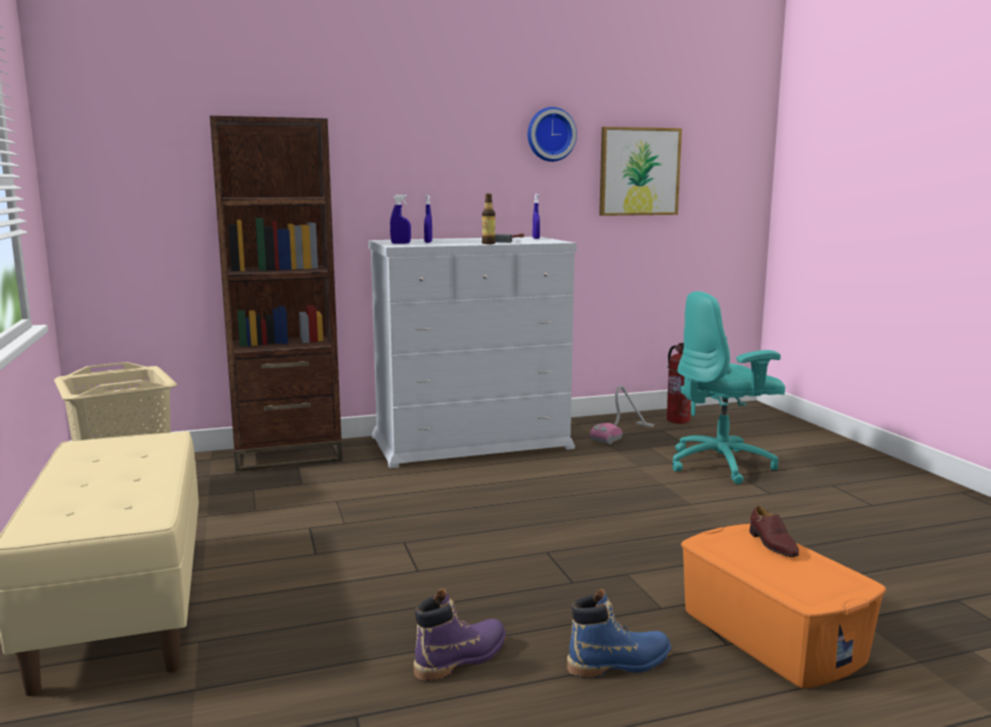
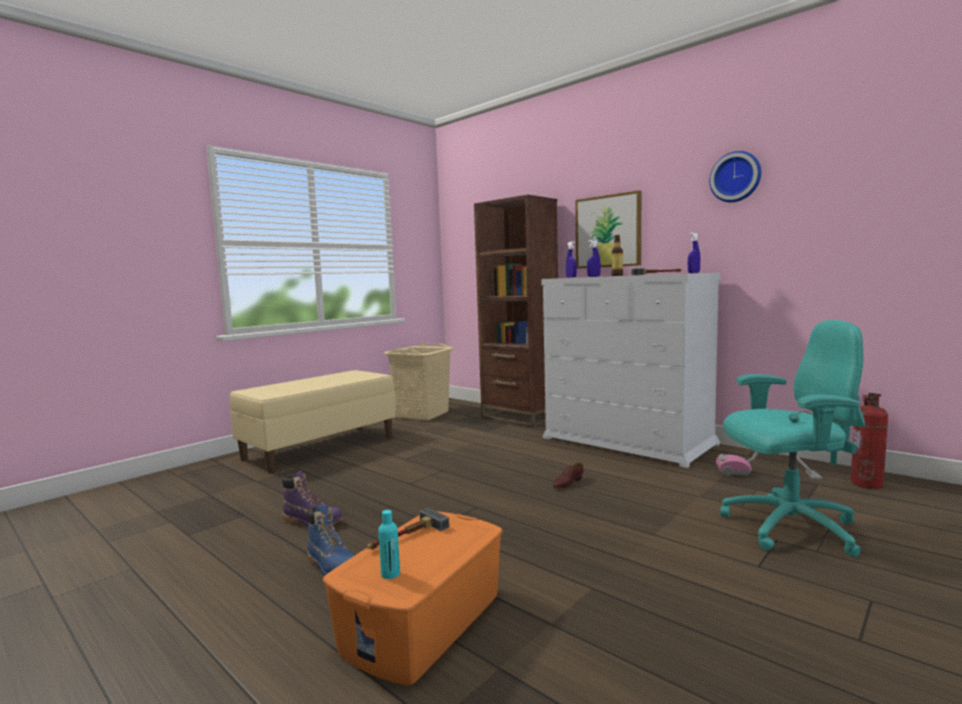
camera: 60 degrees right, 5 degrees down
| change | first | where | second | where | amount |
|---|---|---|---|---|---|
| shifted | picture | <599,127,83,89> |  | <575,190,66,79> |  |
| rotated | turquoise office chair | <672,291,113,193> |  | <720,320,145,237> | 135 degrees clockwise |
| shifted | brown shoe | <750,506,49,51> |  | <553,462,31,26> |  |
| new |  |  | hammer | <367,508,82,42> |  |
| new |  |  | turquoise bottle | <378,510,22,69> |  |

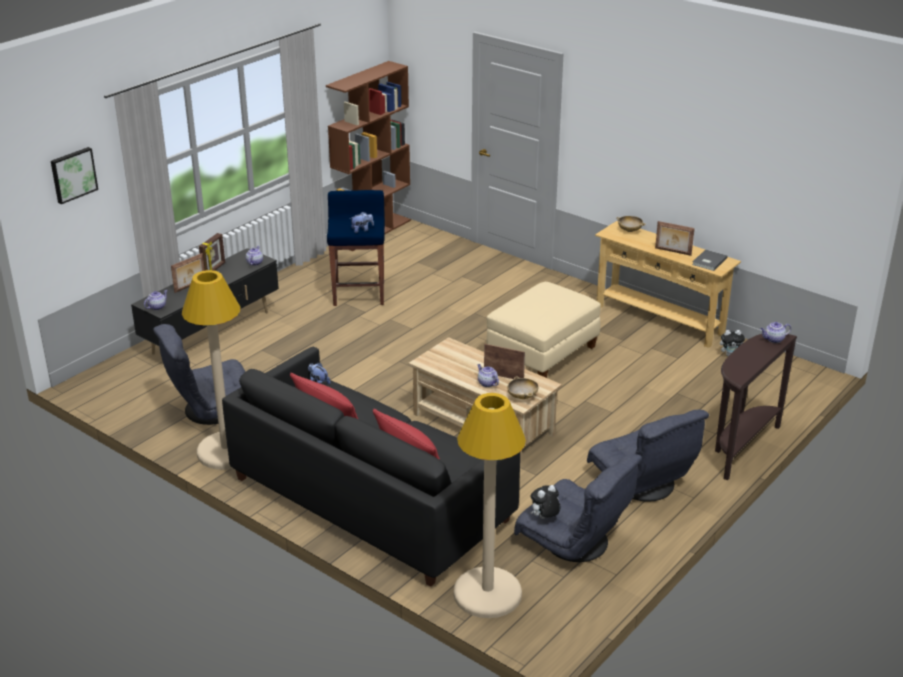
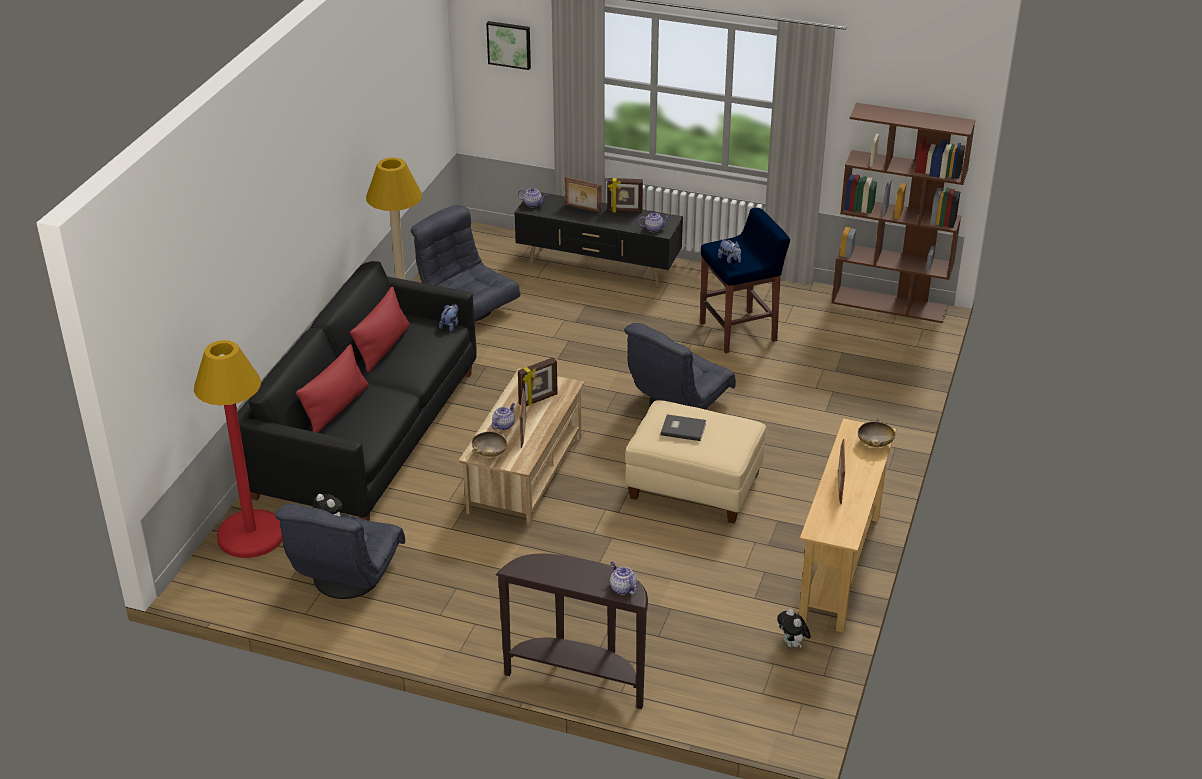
camera: 70 degrees right, 5 degrees up
| change | first | where | second | where | amount |
|---|---|---|---|---|---|
| repainted | beige floor lamp | <453,393,73,225> | red floor lamp | <194,340,89,218> |  |
| shifted | grey armchair | <587,410,122,92> |  | <624,323,112,87> |  |
| shifted | grey book | <692,249,36,22> |  | <661,414,45,27> |  |
| new |  |  | picture frame | <518,358,40,48> |  |

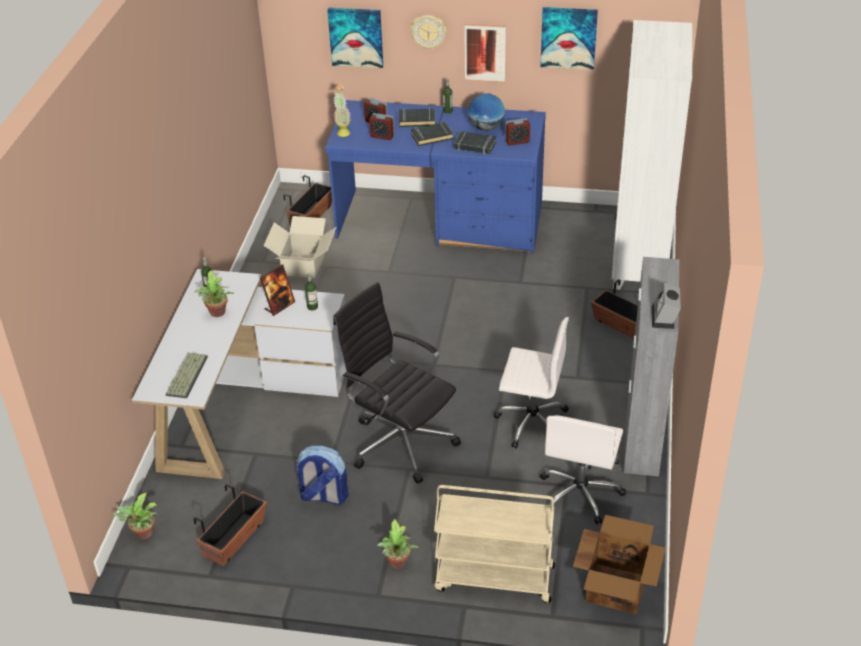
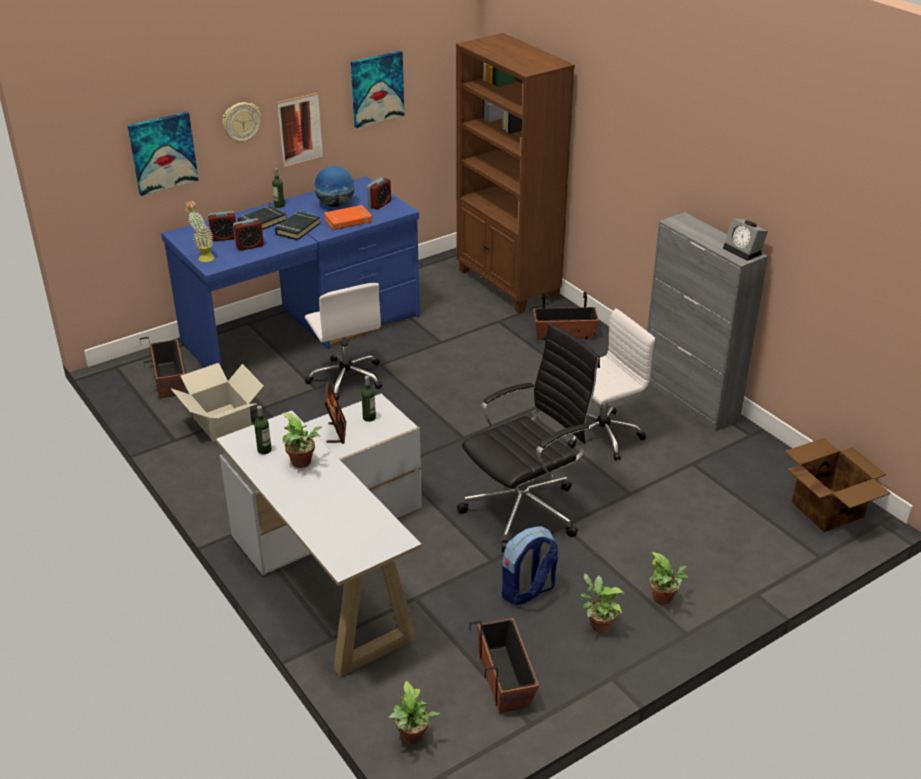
camera: 45 degrees left, 5 degrees down
| change | first | where | second | where | amount |
|---|---|---|---|---|---|
| gone | keyboard | <165,352,43,46> |  |  |  |
| rotated | black office chair | <333,282,128,202> |  | <457,323,143,229> | 150 degrees clockwise |
| gone | beige cart | <434,485,121,118> |  |  |  |
| repainted | black book | <454,131,42,23> | orange book | <324,205,48,25> |  |
| shifted | white office chair | <540,415,86,109> |  | <305,283,77,117> |  |
| repainted | white bookcase | <612,20,80,270> | brown bookcase | <456,33,119,280> |  |
| new |  |  | potted plant | <581,574,44,59> |  |

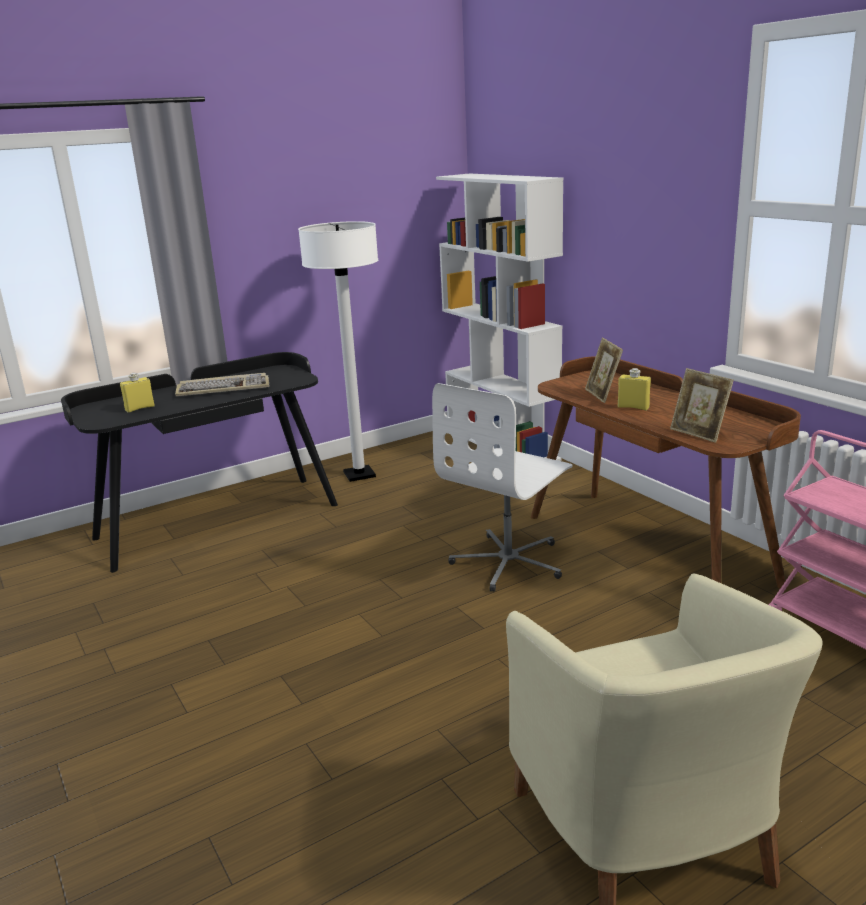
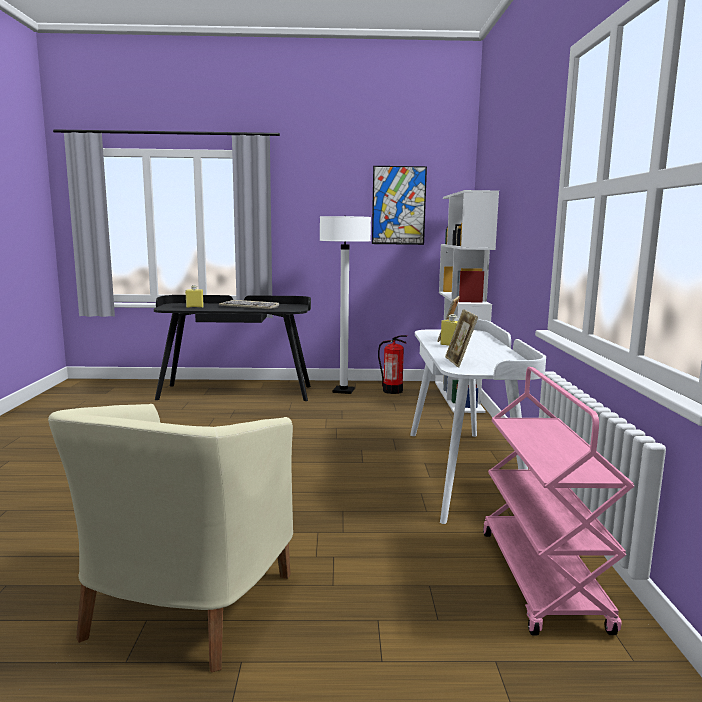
camera: 30 degrees right, 10 degrees down
| change | first | where | second | where | amount |
|---|---|---|---|---|---|
| gone | white office chair | <432,383,141,209> |  |  |  |
| repainted | brown desk | <531,356,270,232> | white desk | <410,319,136,205> |  |
| new |  |  | picture | <372,166,55,79> |  |
| new |  |  | fire extinguisher | <378,335,29,59> |  |

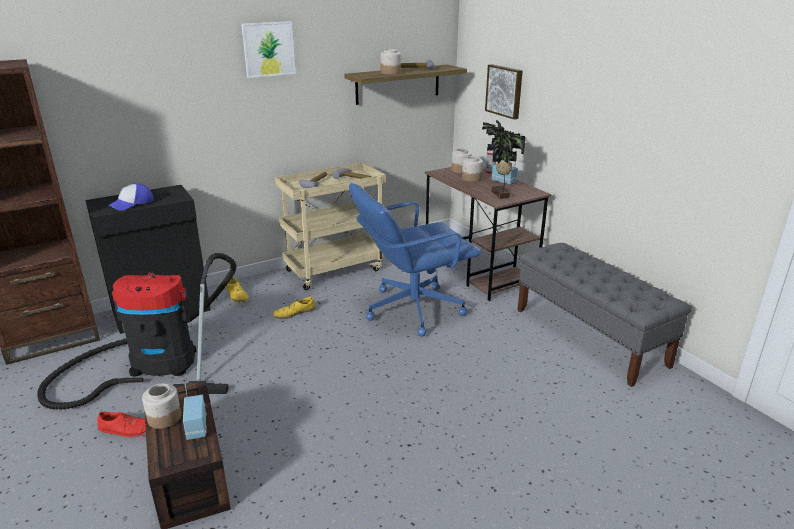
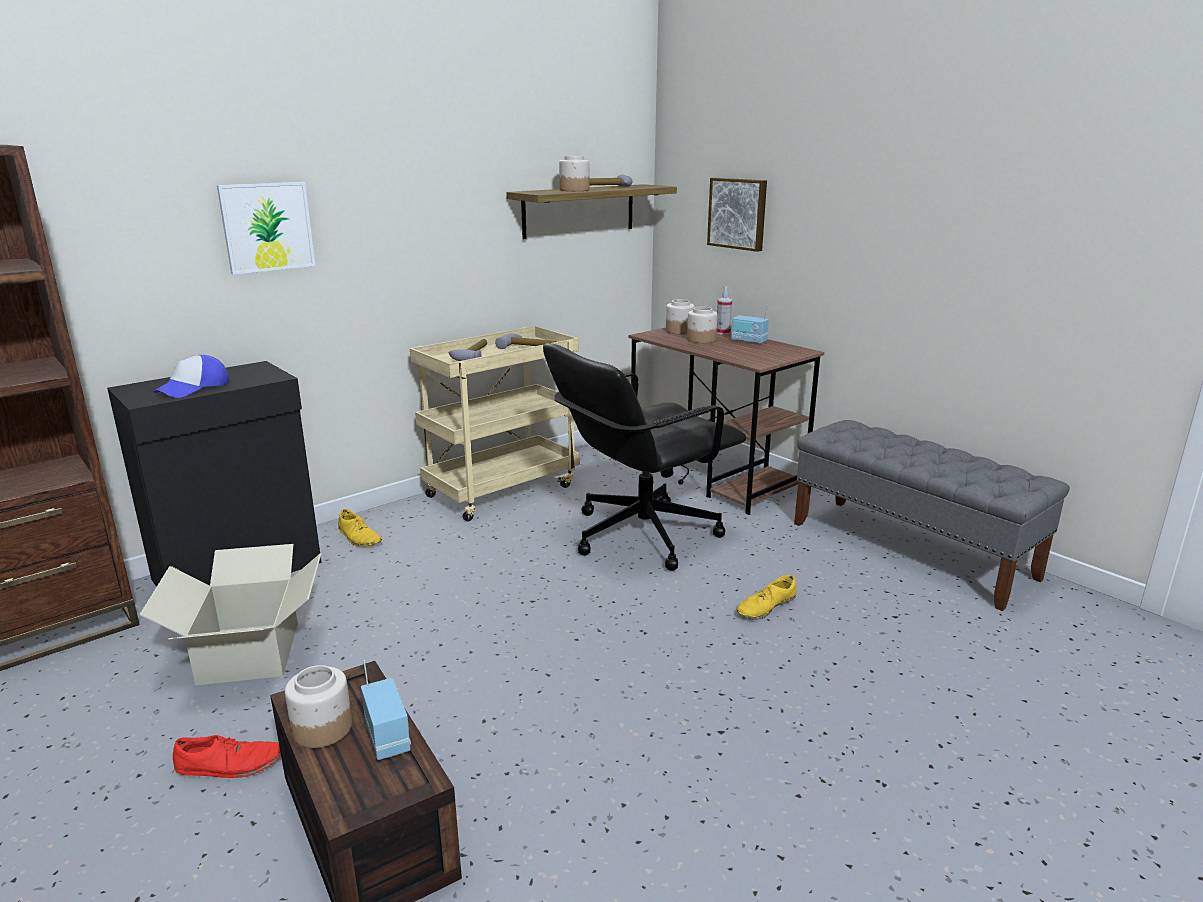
camera: 10 degrees left, 5 degrees down
| change | first | where | second | where | amount |
|---|---|---|---|---|---|
| swapped | vacuum cleaner | <37,253,199,157> | cardboard box | <139,544,182,142> |  |
| shifted | picture | <241,21,55,57> |  | <217,182,99,92> |  |
| shifted | yellow shoe | <273,297,42,22> |  | <736,575,60,45> |  |
| repainted | blue office chair | <349,183,132,154> | black office chair | <543,343,203,228> |  |
| gone | potted plant | <482,120,43,79> |  |  |  |

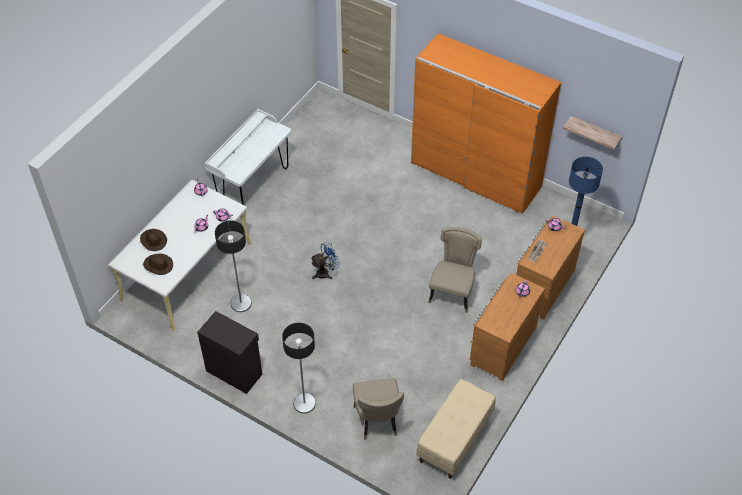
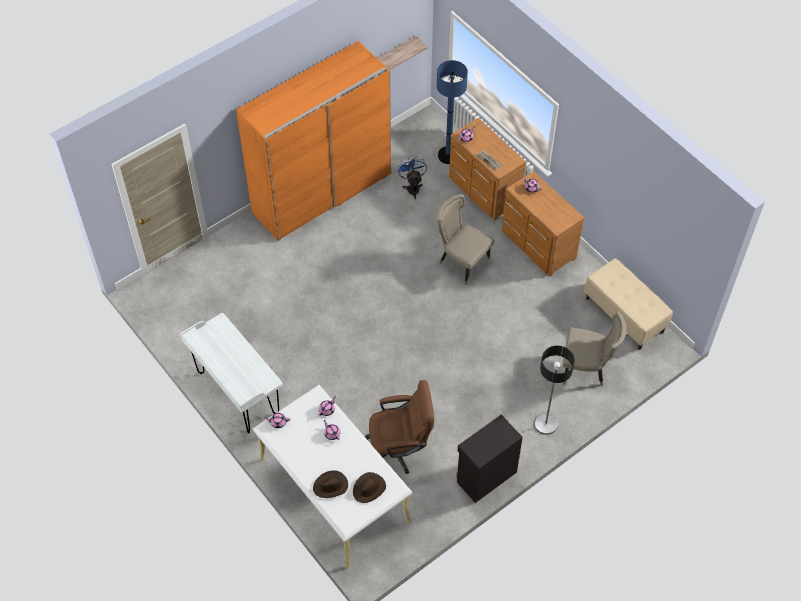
camera: 70 degrees left, 5 degrees up
| change | first | where | second | where | amount |
|---|---|---|---|---|---|
| swapped | floor lamp | <215,220,37,92> | brown office chair | <365,380,69,94> |  |
| shifted | blue fan | <311,242,29,37> |  | <398,156,29,43> |  |

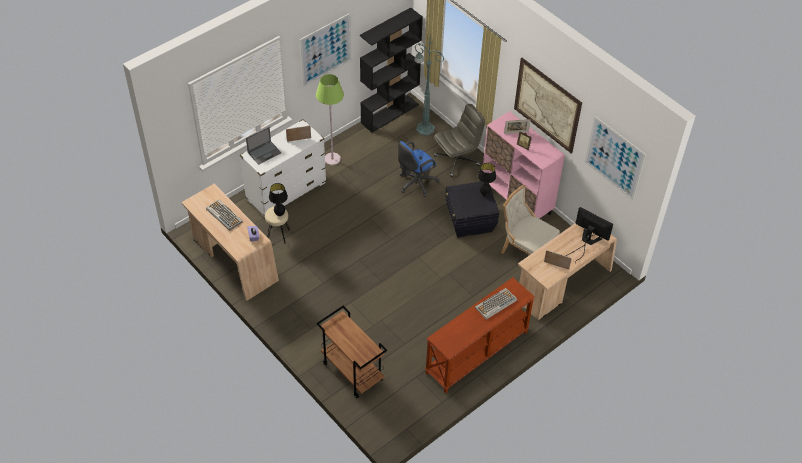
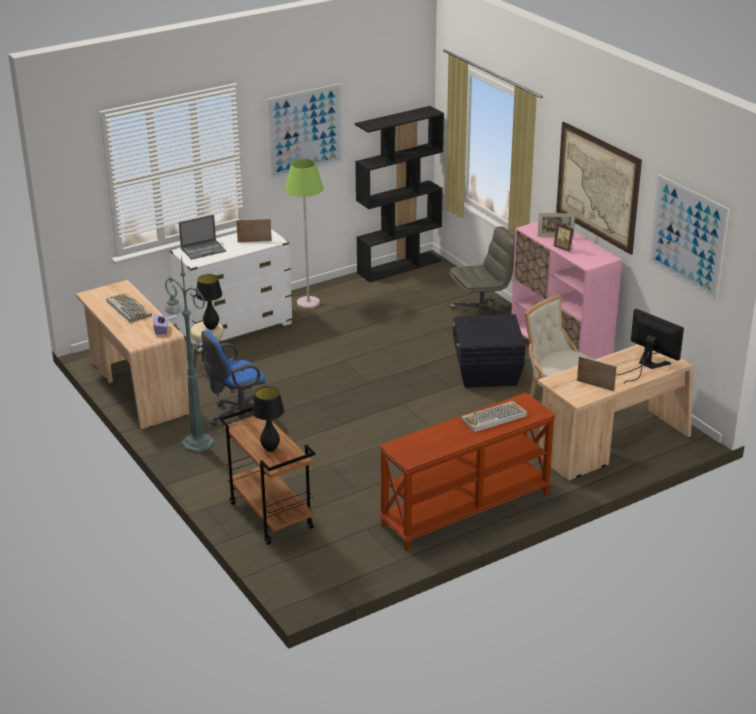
camera: 10 degrees right, 20 degrees down
| change | first | where | second | where | amount |
|---|---|---|---|---|---|
| shifted | blue office chair | <398,141,42,56> |  | <201,330,65,96> |  |
| shifted | green floor lamp | <414,40,30,96> |  | <165,256,50,197> |  |
| shifted | black table lamp | <478,163,18,33> |  | <252,387,33,65> |  |

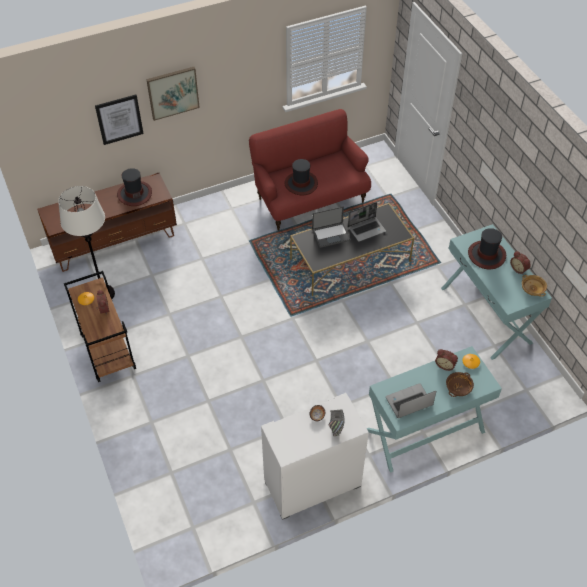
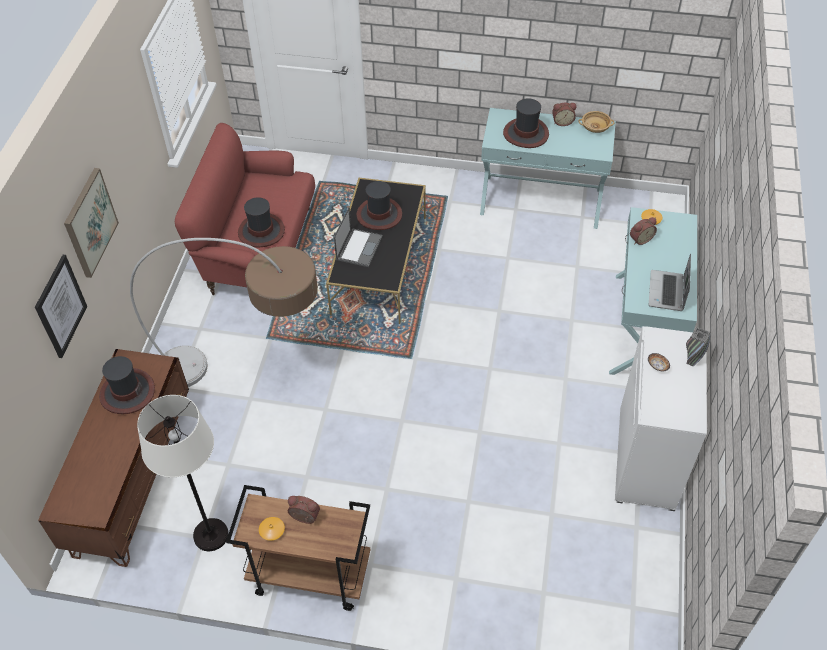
camera: 55 degrees left, 0 degrees up
| change | first | where | second | where | amount |
|---|---|---|---|---|---|
| swapped | laptop | <348,202,38,40> | hat | <356,181,46,49> |  |
| gone | brown bowl | <446,372,28,25> |  |  |  |
| new |  |  | floor lamp | <130,238,188,149> |  |

